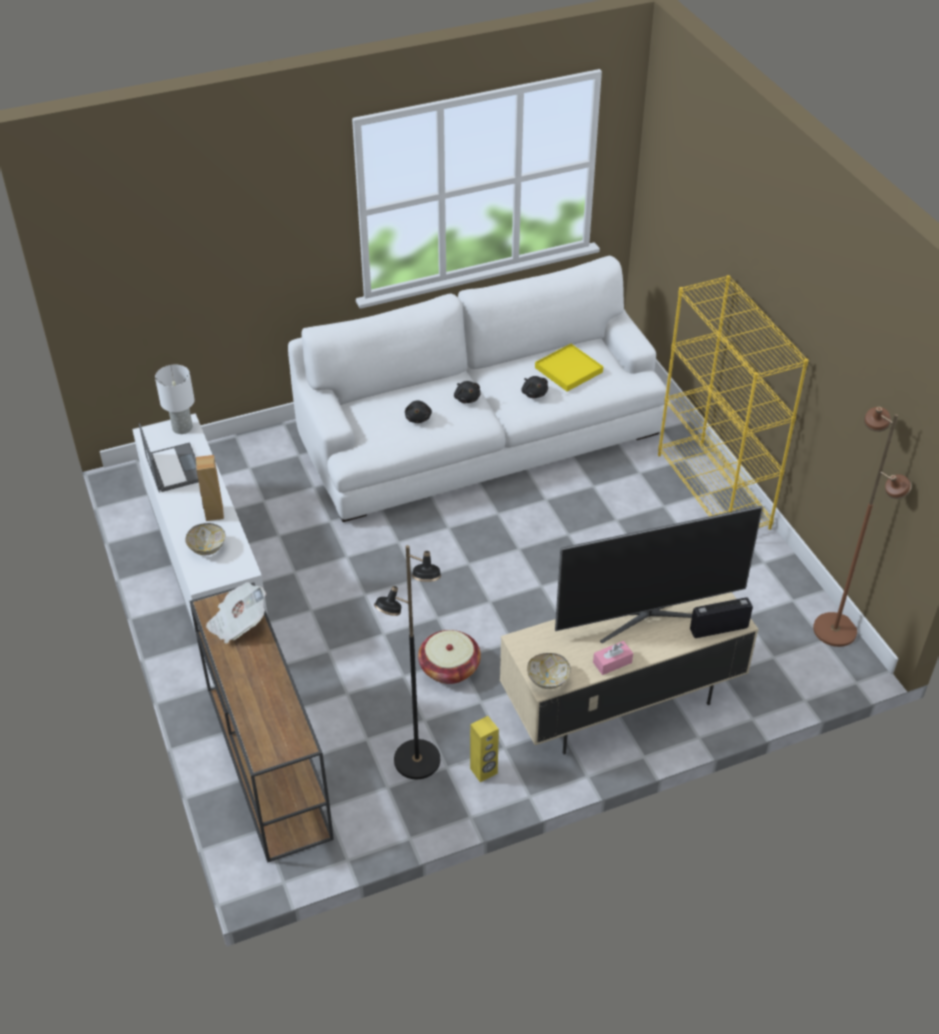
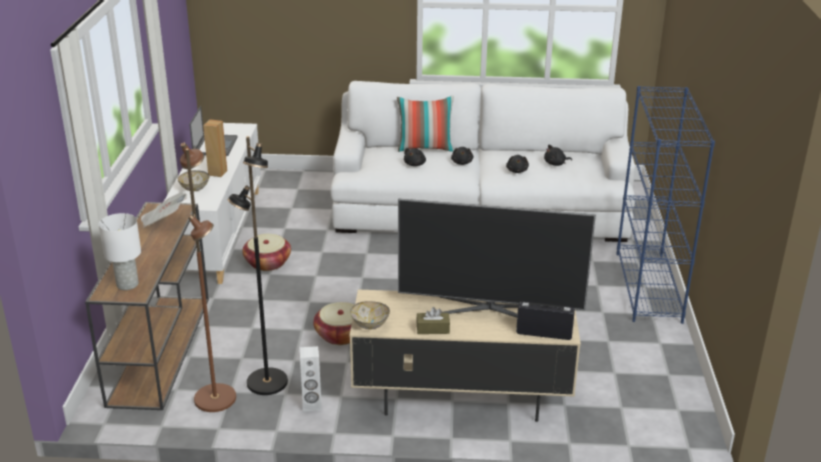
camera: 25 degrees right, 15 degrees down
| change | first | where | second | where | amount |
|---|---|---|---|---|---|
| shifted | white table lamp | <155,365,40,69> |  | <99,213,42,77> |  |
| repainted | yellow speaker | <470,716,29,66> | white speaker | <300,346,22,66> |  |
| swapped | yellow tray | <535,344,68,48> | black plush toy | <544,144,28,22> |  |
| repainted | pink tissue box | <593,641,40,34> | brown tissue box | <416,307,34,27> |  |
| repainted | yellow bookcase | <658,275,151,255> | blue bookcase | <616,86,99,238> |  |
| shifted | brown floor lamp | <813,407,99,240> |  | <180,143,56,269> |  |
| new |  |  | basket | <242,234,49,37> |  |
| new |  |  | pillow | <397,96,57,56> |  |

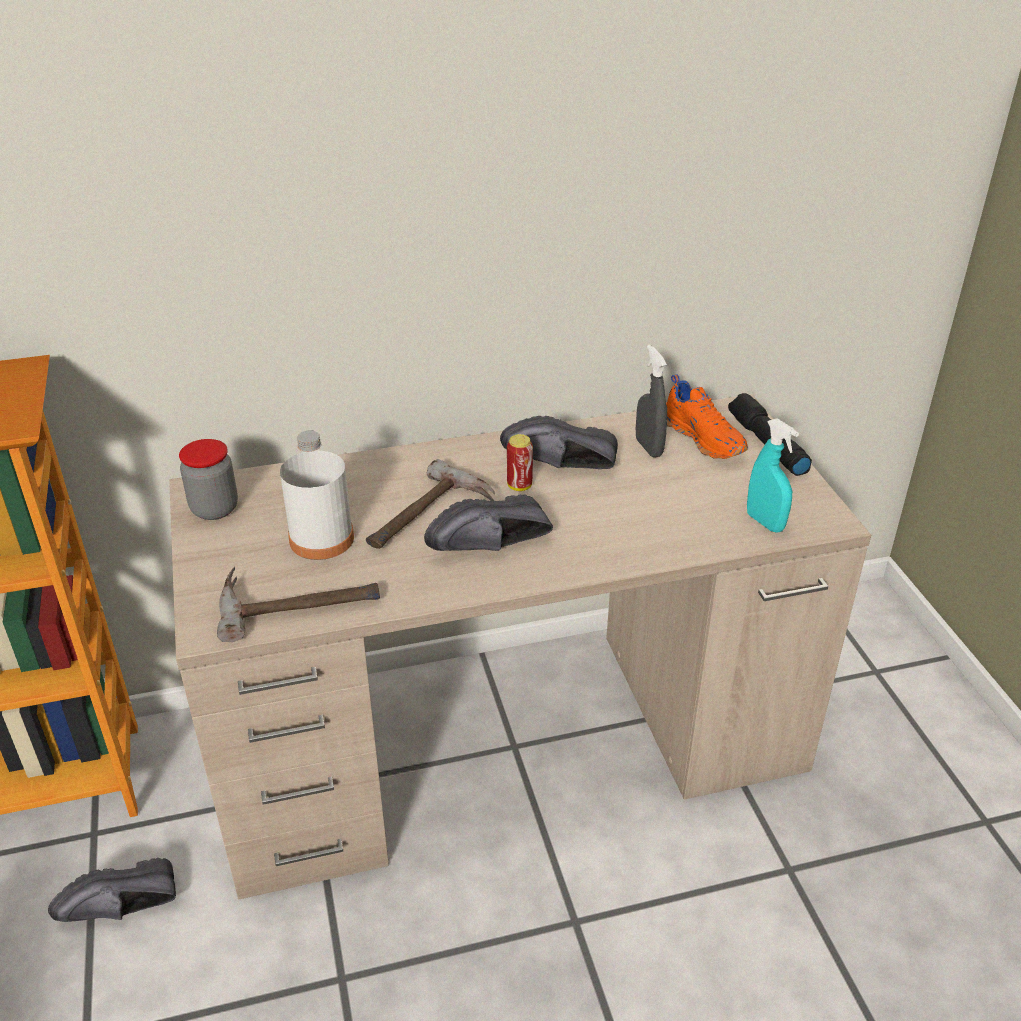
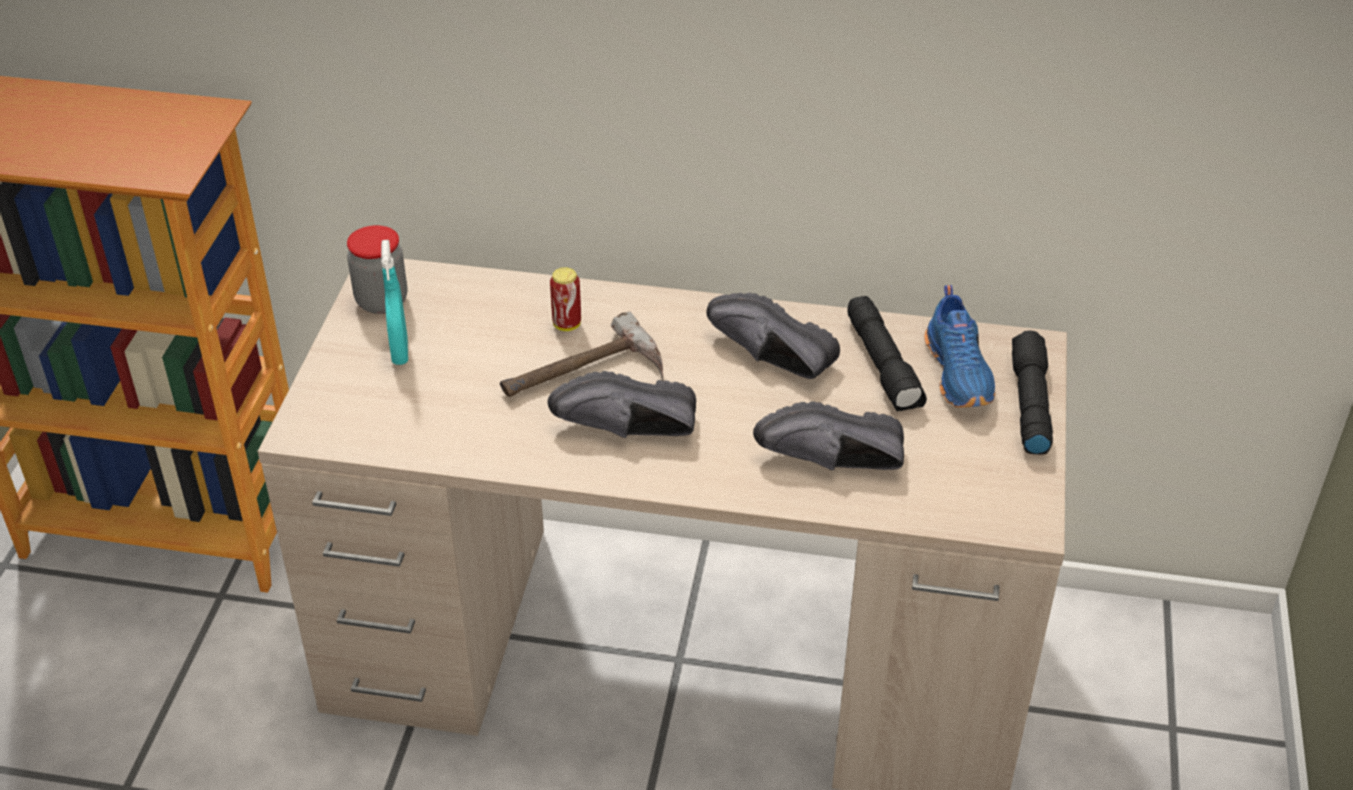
camera: 25 degrees right, 5 degrees up
| change | first | where | second | where | amount |
|---|---|---|---|---|---|
| shifted | black shoe | <48,858,128,64> |  | <753,401,151,69> |  |
| gone | hammer | <217,567,163,75> |  |  |  |
| gone | white bottle | <280,430,74,130> |  |  |  |
| shifted | can | <507,434,26,57> |  | <550,267,31,64> |  |
| swapped | grey spray bottle | <636,345,31,113> | black flashlight | <847,296,80,116> |  |
| repainted | orange shoe | <666,374,82,85> | blue shoe | <924,285,71,122> |  |
| shifted | turquoise spray bottle | <747,419,52,114> |  | <381,240,27,125> |  |

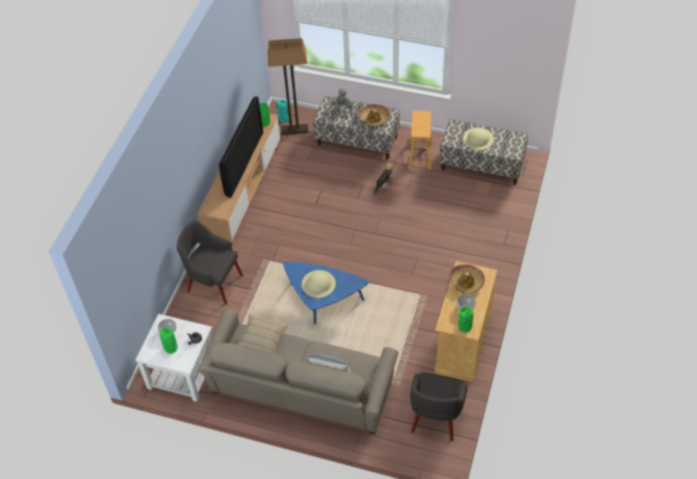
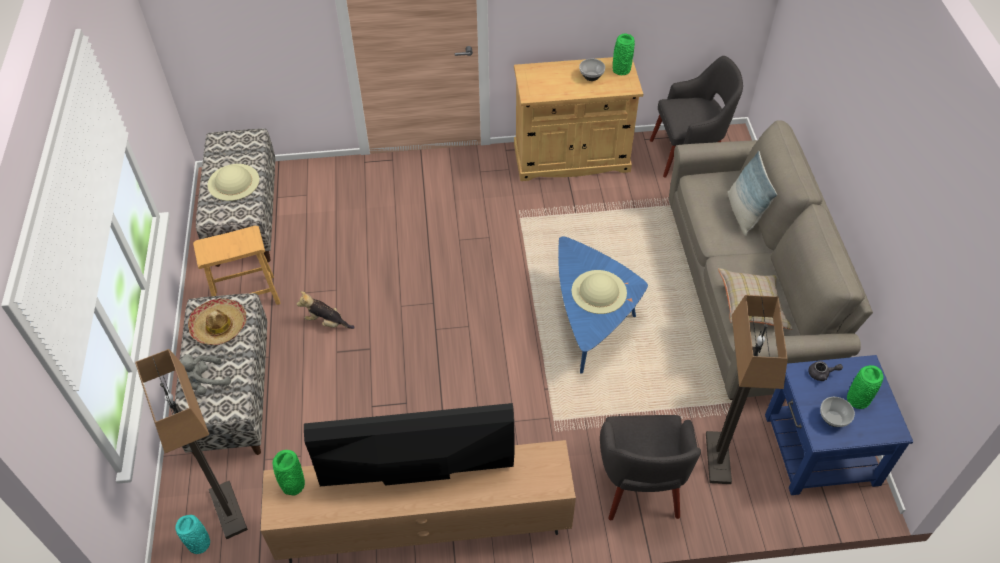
camera: 115 degrees left, 0 degrees up
| change | first | where | second | where | amount |
|---|---|---|---|---|---|
| repainted | white side table | <135,314,77,88> | blue side table | <765,355,148,140> |  |
| gone | hat | <449,264,36,30> |  |  |  |
| new |  |  | floor lamp | <706,295,81,189> |  |

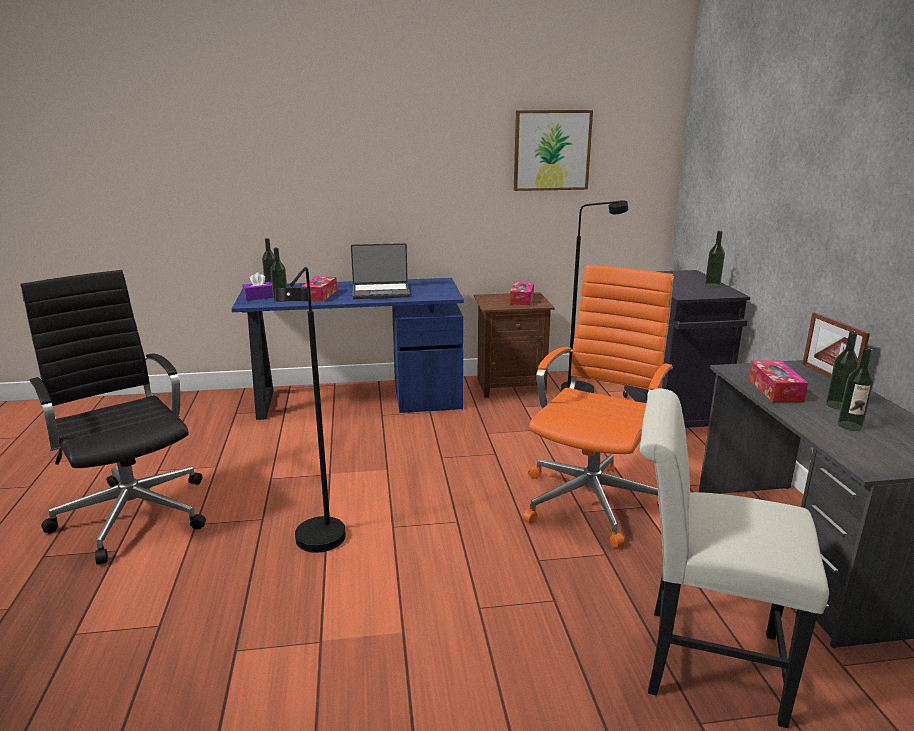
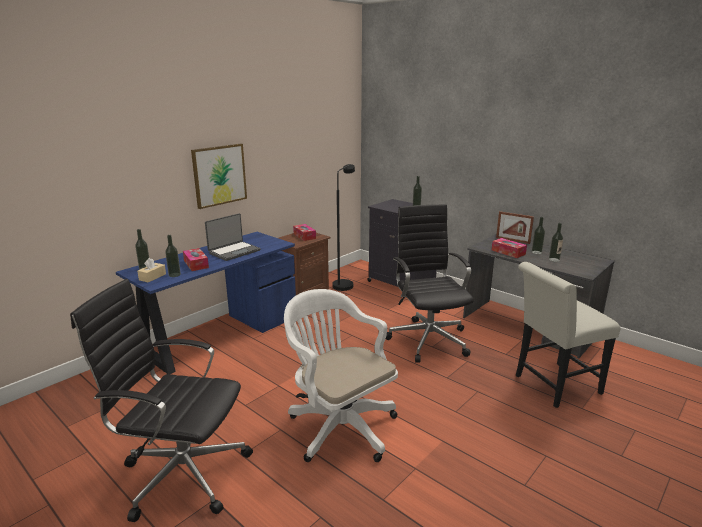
camera: 40 degrees left, 0 degrees up
| change | first | where | second | where | amount |
|---|---|---|---|---|---|
| repainted | purple tissue box | <243,272,30,29> | beige tissue box | <137,258,29,24> |  |
| swapped | black floor lamp | <275,267,71,286> | white office chair | <284,289,114,173> |  |
| shifted | picture | <514,110,79,81> |  | <191,144,56,65> |  |
| repainted | orange office chair | <523,264,151,284> | black office chair | <386,204,87,159> |  |

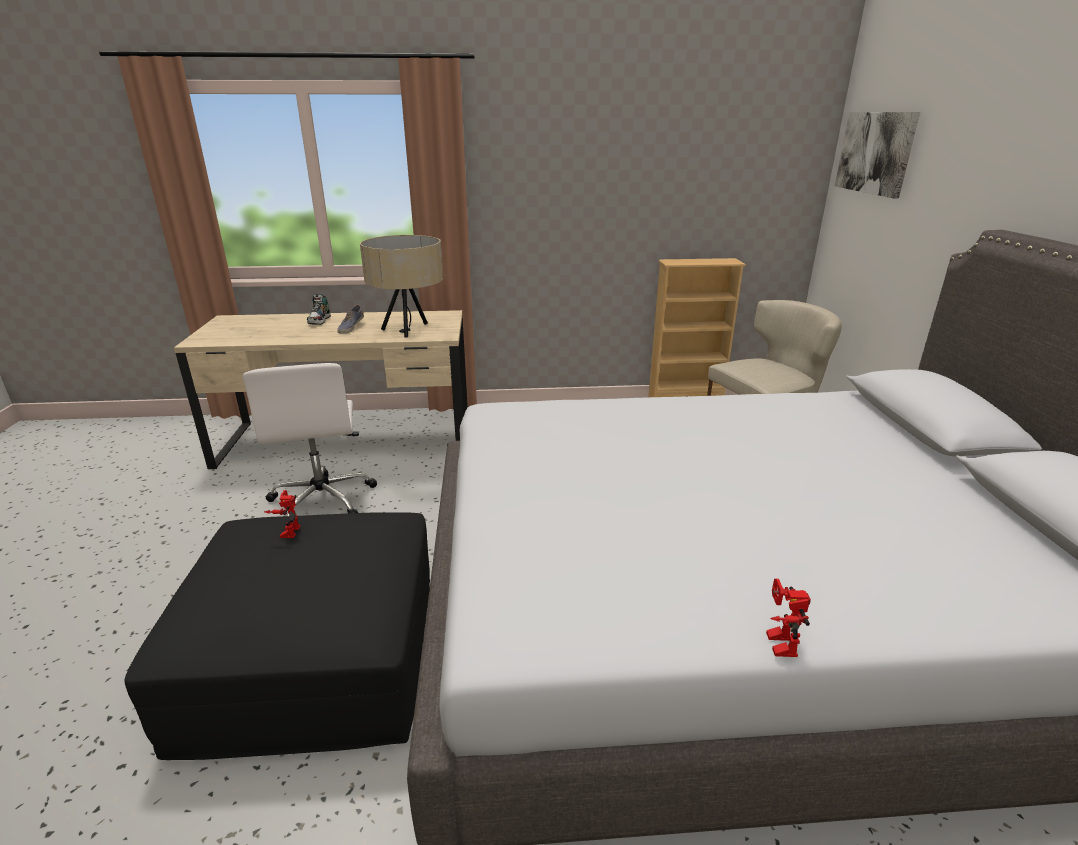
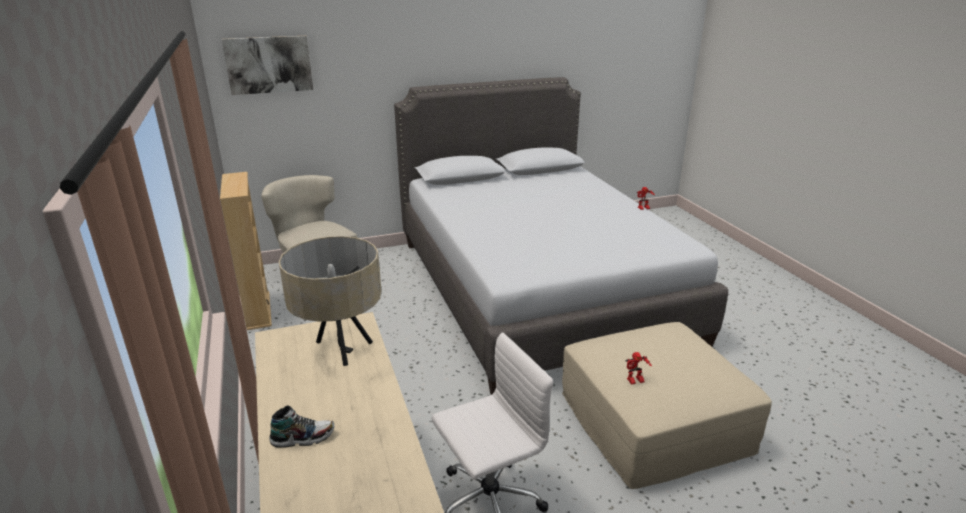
camera: 105 degrees left, 0 degrees up
| change | first | where | second | where | amount |
|---|---|---|---|---|---|
| repainted | black ottoman | <125,512,305,248> | beige ottoman | <562,322,210,167> |  |
| gone | shoe | <337,304,27,30> |  |  |  |

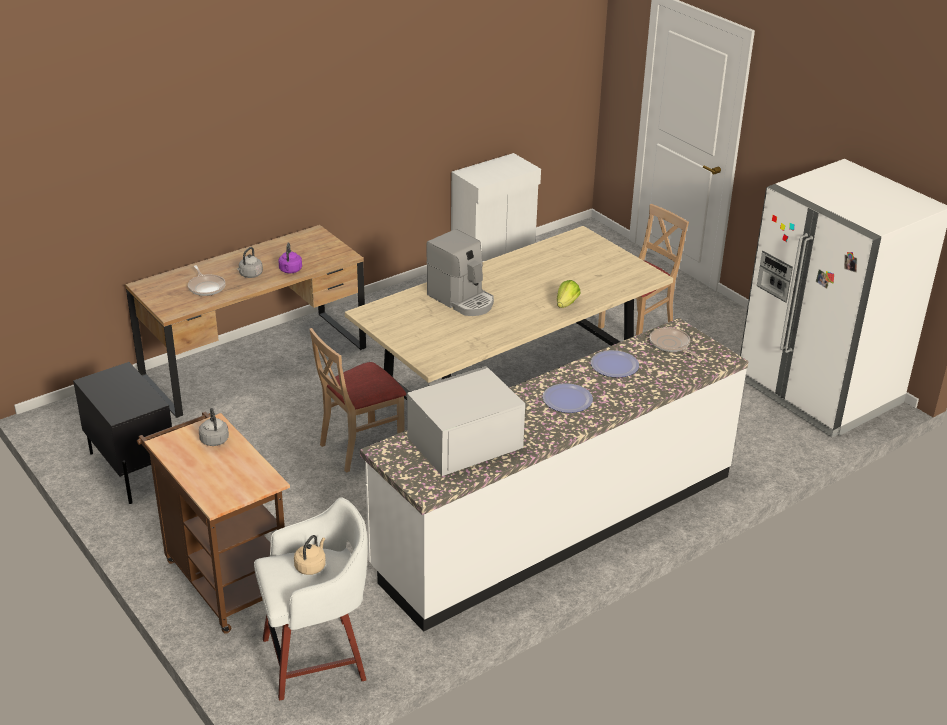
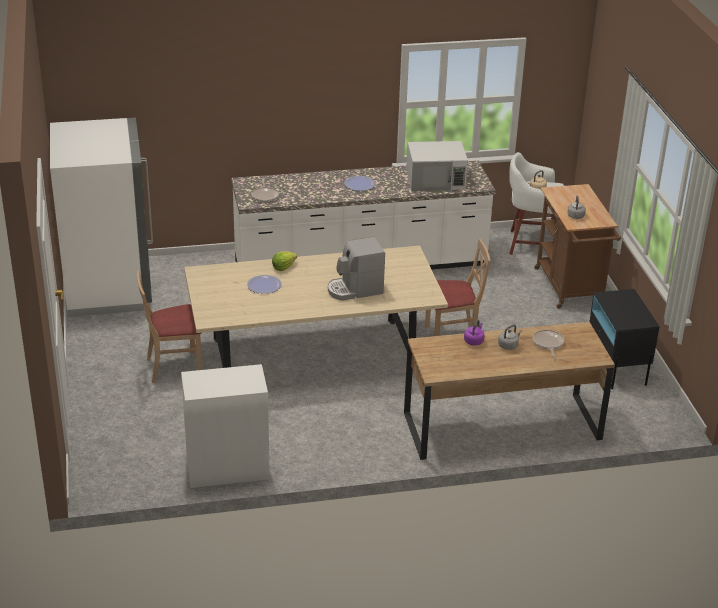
camera: 155 degrees left, 0 degrees up
| change | first | where | second | where | amount |
|---|---|---|---|---|---|
| rotated | coffee machine | <426,229,68,87> |  | <328,237,57,64> | 90 degrees counterclockwise |
| shifted | plate | <591,350,48,27> |  | <247,275,35,19> |  |

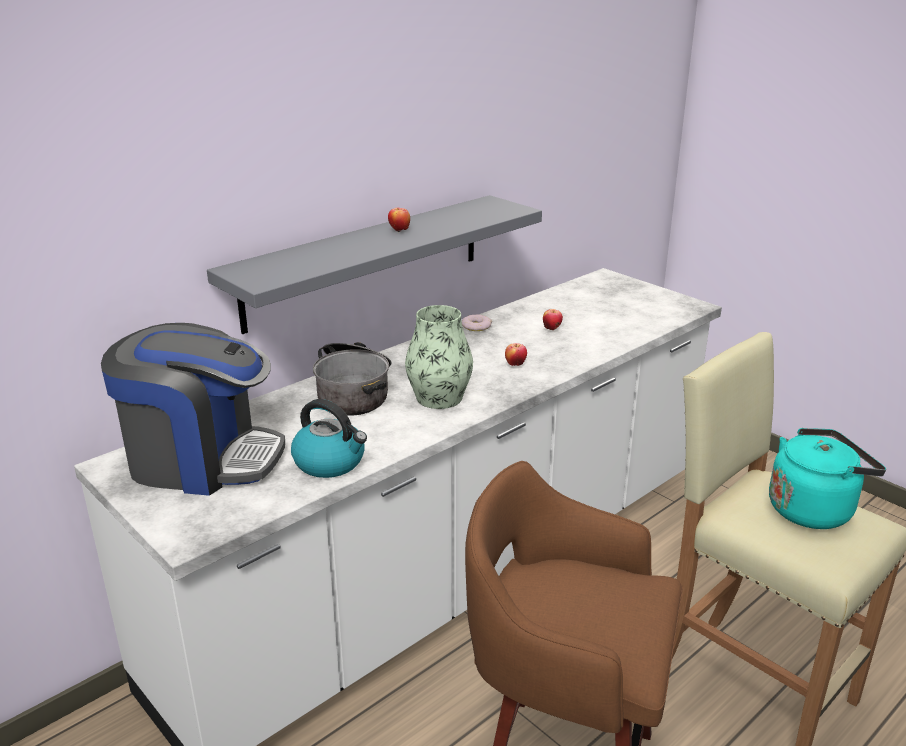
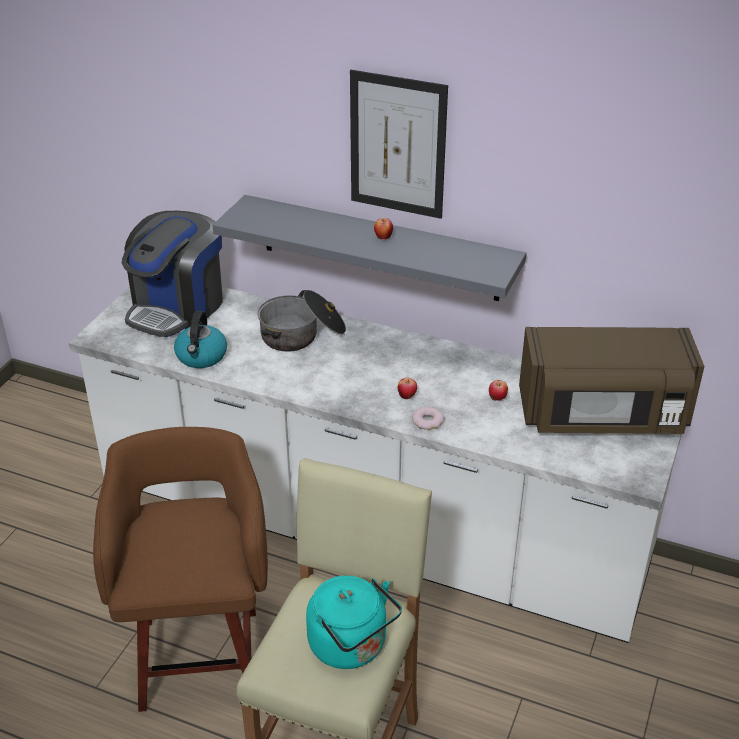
camera: 65 degrees right, 10 degrees up
| change | first | where | second | where | amount |
|---|---|---|---|---|---|
| rotated | coffee machine | <101,323,184,173> |  | <122,211,101,126> | 45 degrees clockwise |
| gone | vase | <405,305,68,104> |  |  |  |
| shifted | donut | <462,314,30,17> |  | <412,407,32,23> |  |
| new |  |  | picture | <350,70,98,149> |  |
| new |  |  | brown microwave | <519,327,185,107> |  |

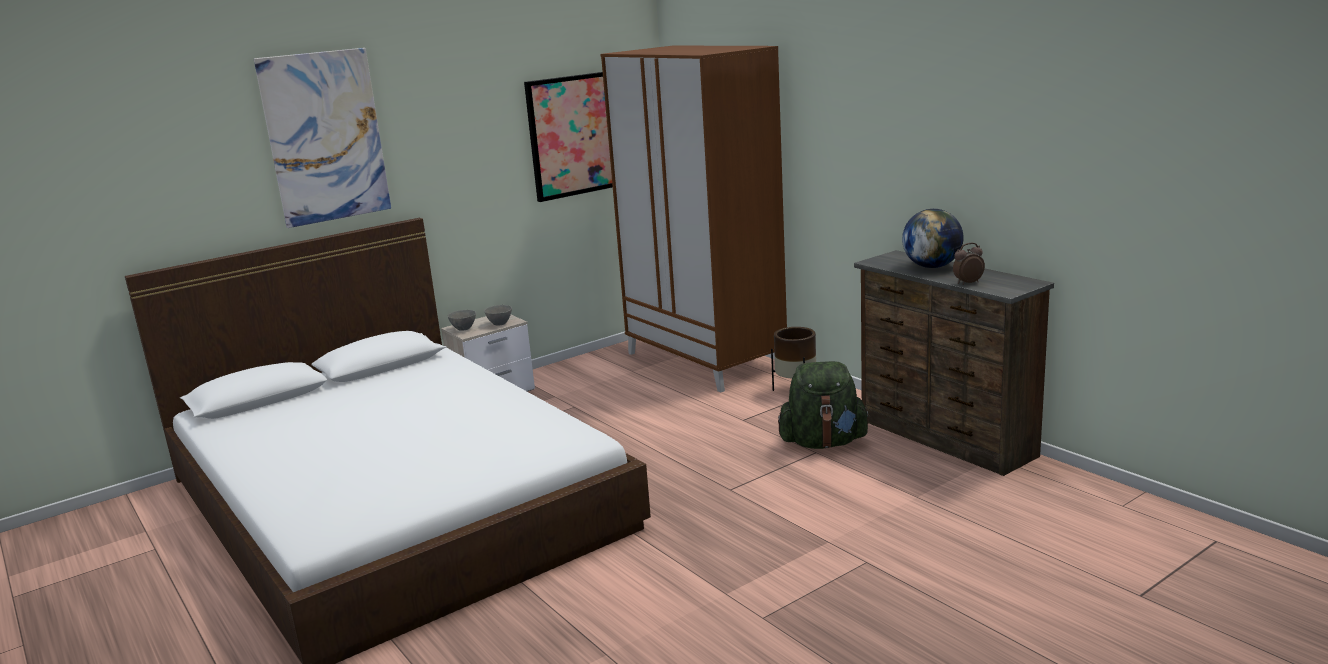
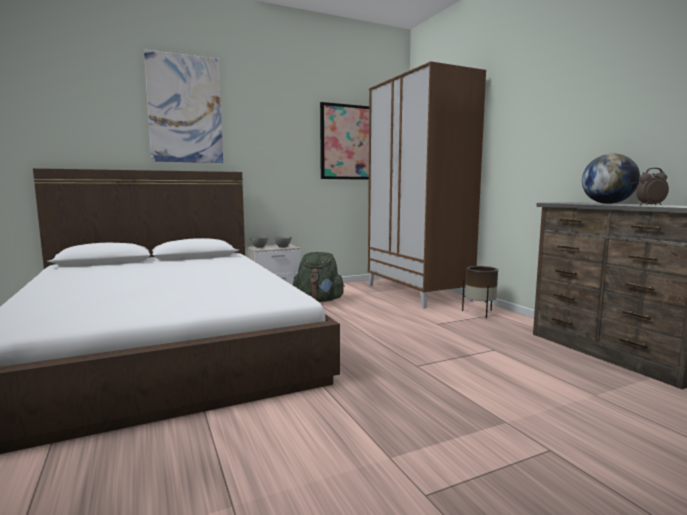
camera: 10 degrees right, 10 degrees down
| change | first | where | second | where | amount |
|---|---|---|---|---|---|
| shifted | green backpack | <778,361,92,88> |  | <293,252,52,50> |  |

